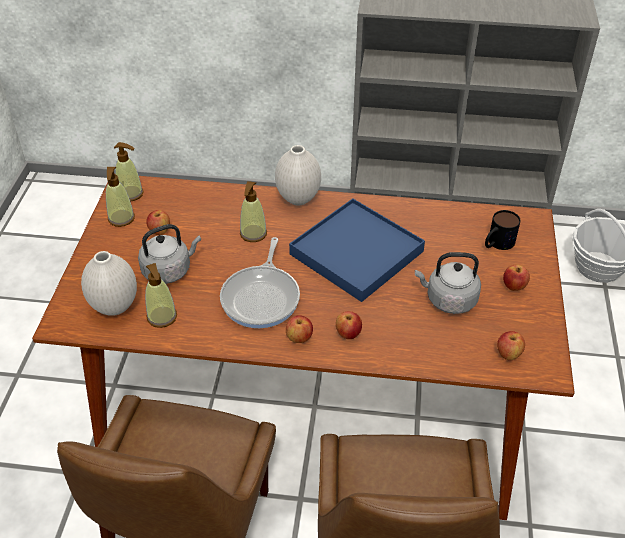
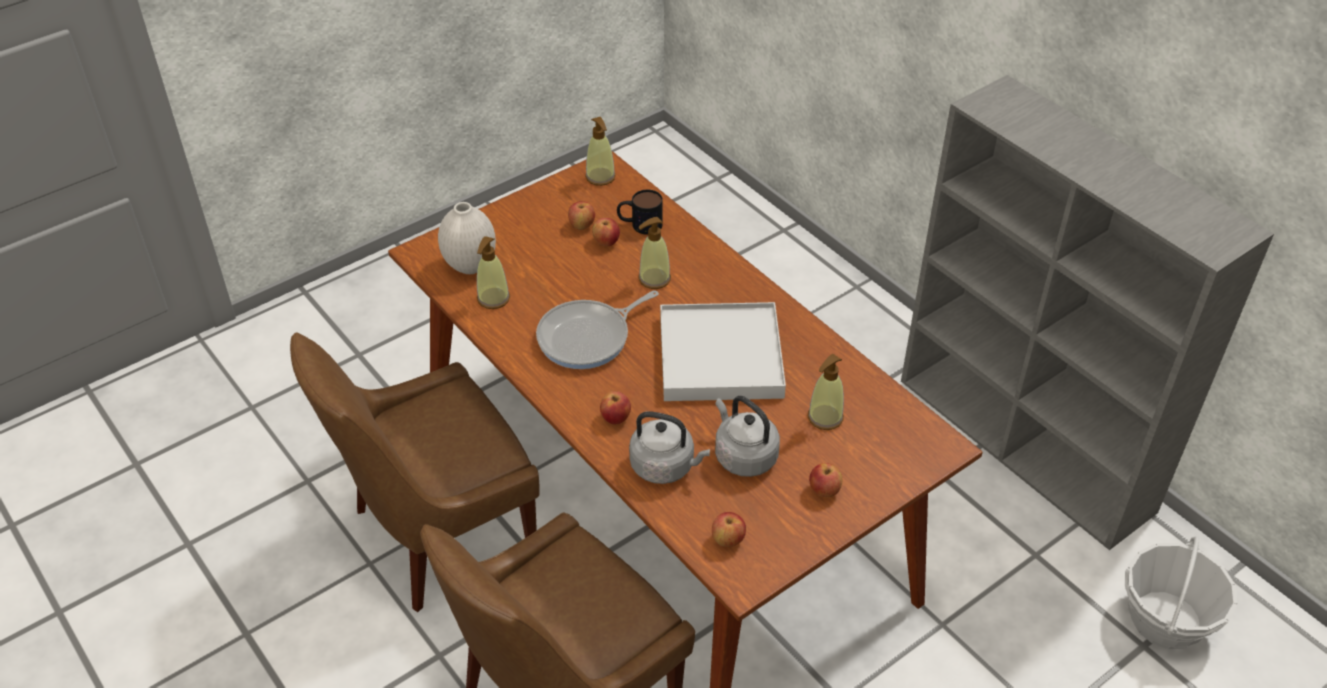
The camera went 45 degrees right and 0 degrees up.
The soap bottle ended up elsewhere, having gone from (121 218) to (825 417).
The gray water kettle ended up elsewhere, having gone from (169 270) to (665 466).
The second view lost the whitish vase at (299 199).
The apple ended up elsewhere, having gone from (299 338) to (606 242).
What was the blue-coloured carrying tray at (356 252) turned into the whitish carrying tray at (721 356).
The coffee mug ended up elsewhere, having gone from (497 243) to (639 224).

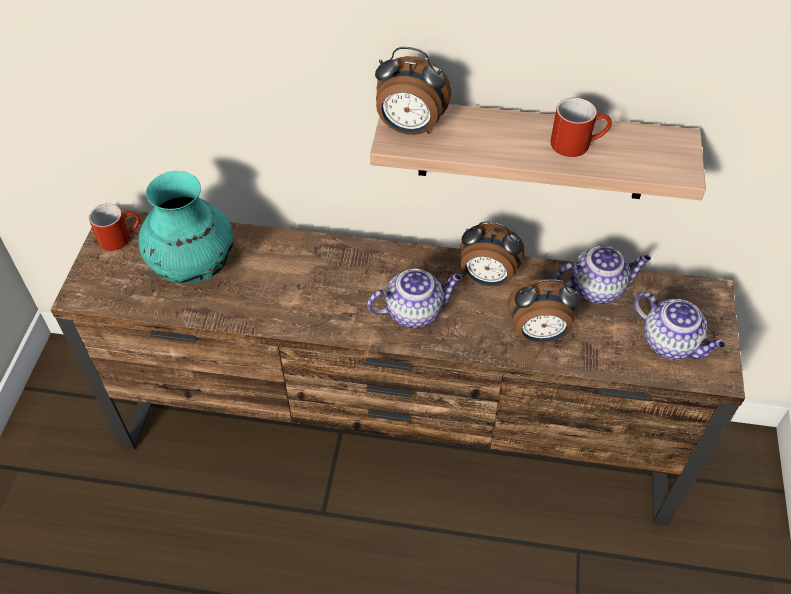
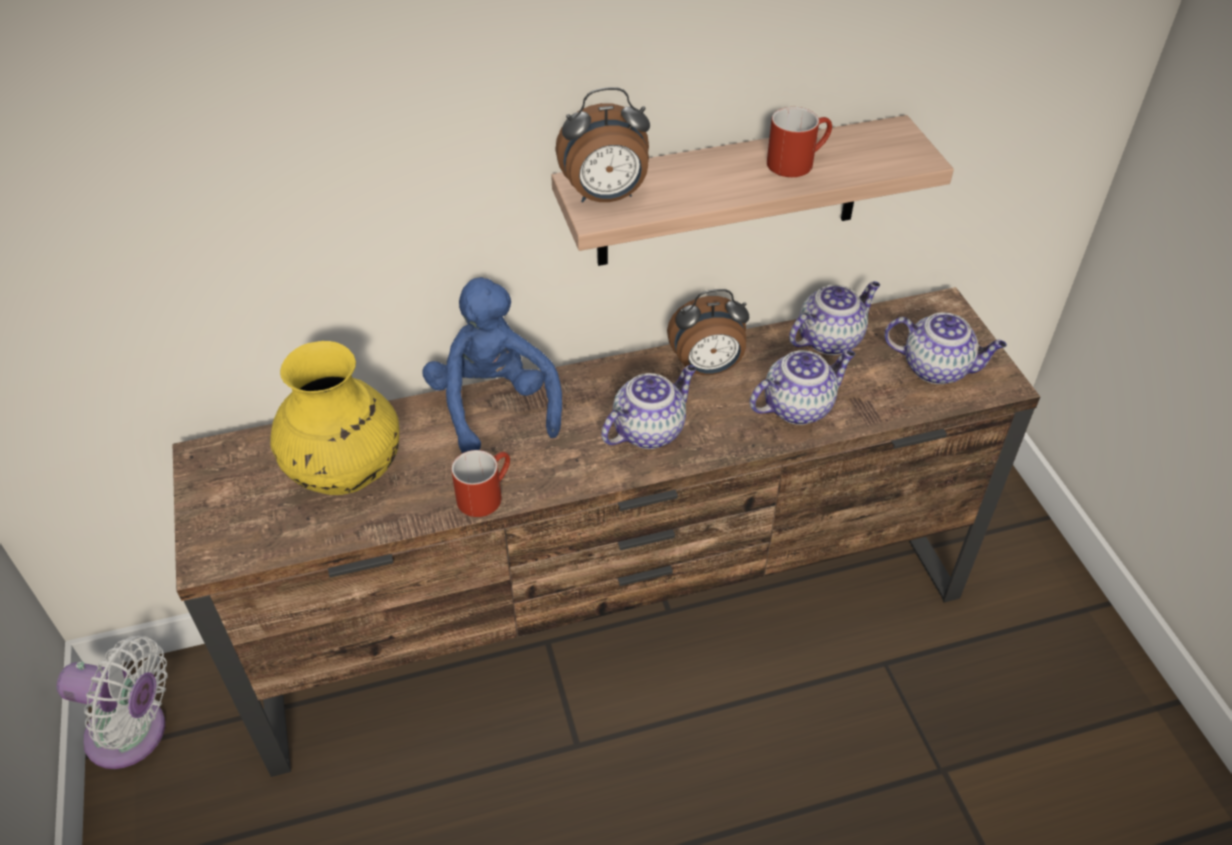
The camera went 25 degrees left and 5 degrees down.
The red-coloured coffee mug ended up elsewhere, having gone from (120 236) to (485 493).
What was the turquoise-coloured vase at (193 267) turned into the yellow vase at (345 473).
Where the alarm clock stood at (538 334), the tea pot came to stand at (798 406).
The second view gained the whitish cooling fan at (134 734).
The second view gained the blue-coloured cuddly toy at (494 405).

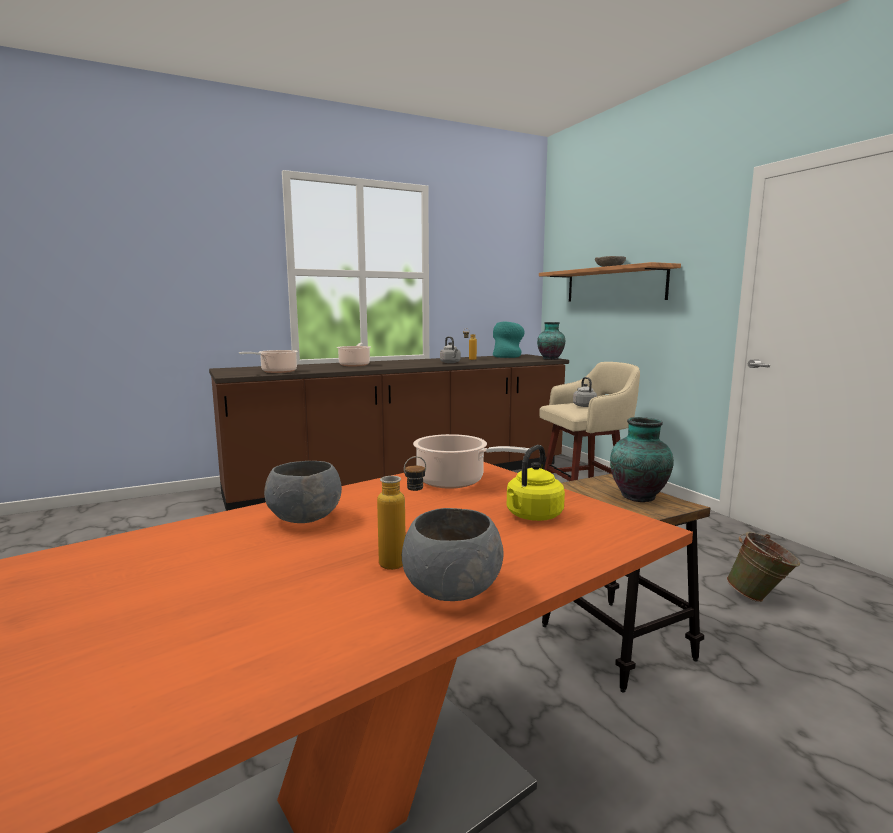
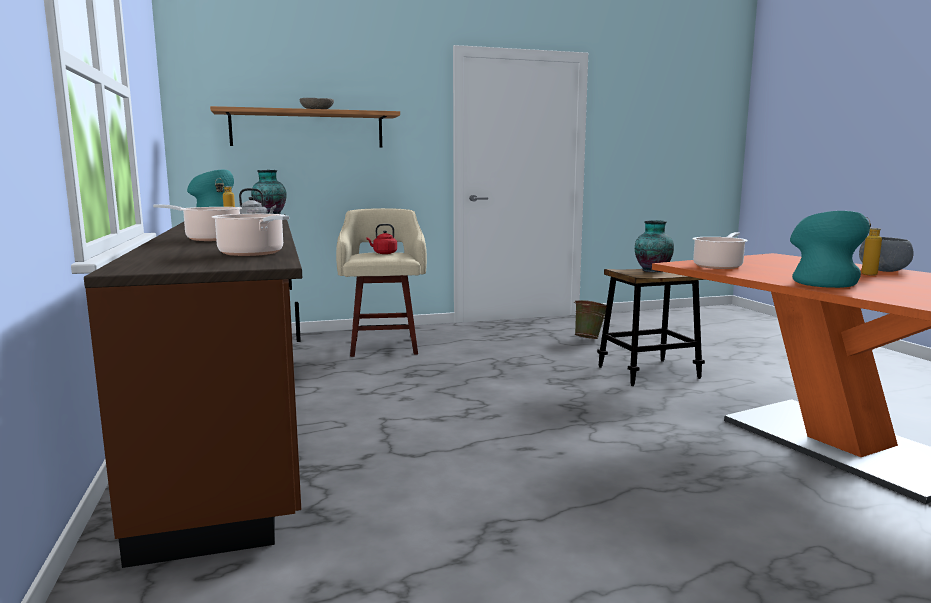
The camera went 80 degrees left and 0 degrees up.
Where the gray deep dish stood at (305 518), the turquoise-coloured vase came to stand at (822 282).
The second view lost the yellow water kettle at (532 516).
What was the gray water kettle at (583 405) turned into the red-coloured water kettle at (383 253).

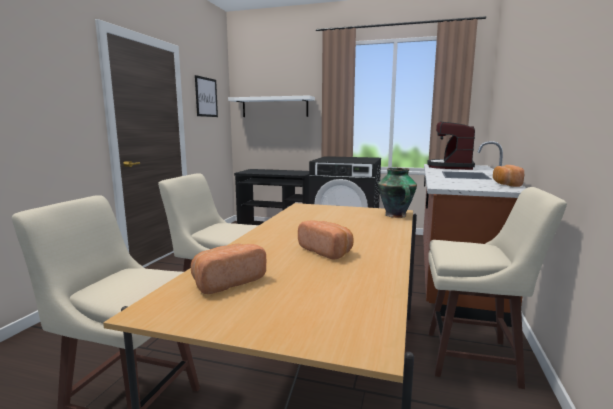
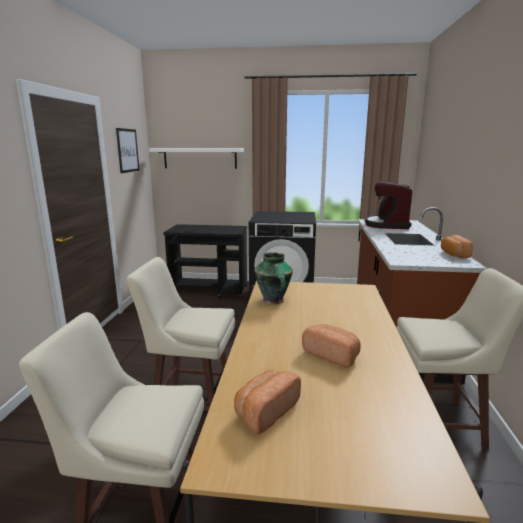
The camera went 10 degrees left and 5 degrees up.
The vase ended up elsewhere, having gone from (396 215) to (273 300).

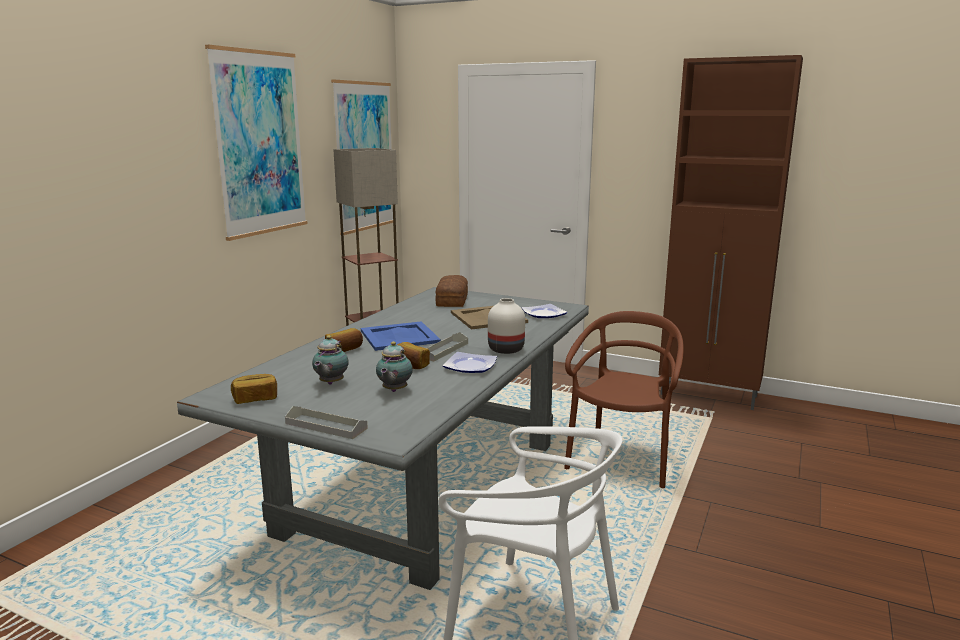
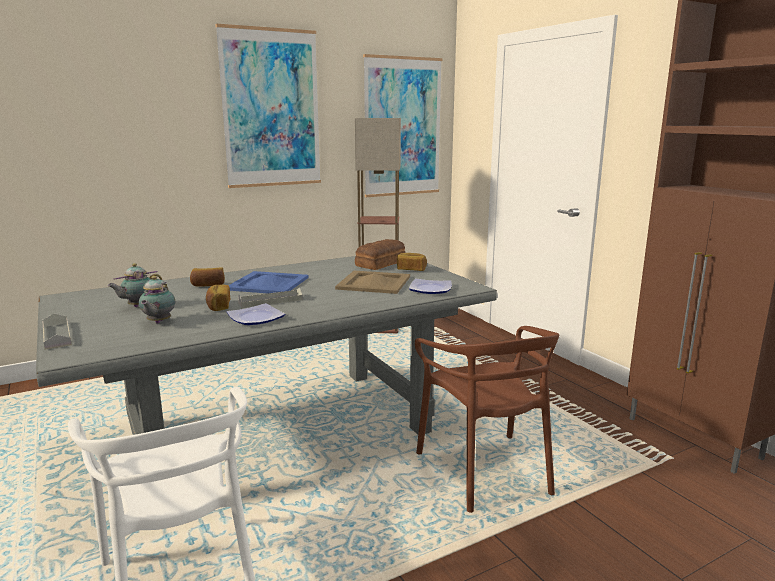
The camera went 35 degrees right and 0 degrees up.
The bread ended up elsewhere, having gone from (255 399) to (411 269).
The tea pot at (394 390) ended up facing another way, 45 degrees counterclockwise from before.
The second view lost the whitish vase at (505 349).
The brownish chair at (622 459) ended up facing another way, 105 degrees clockwise from before.

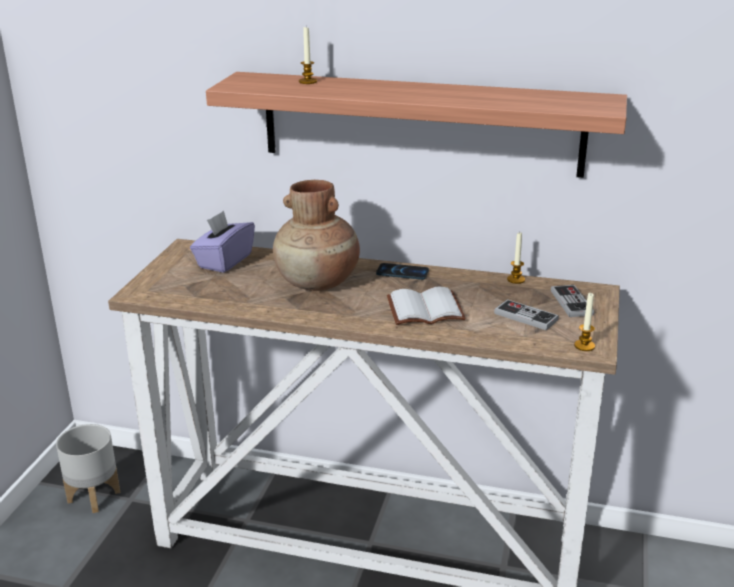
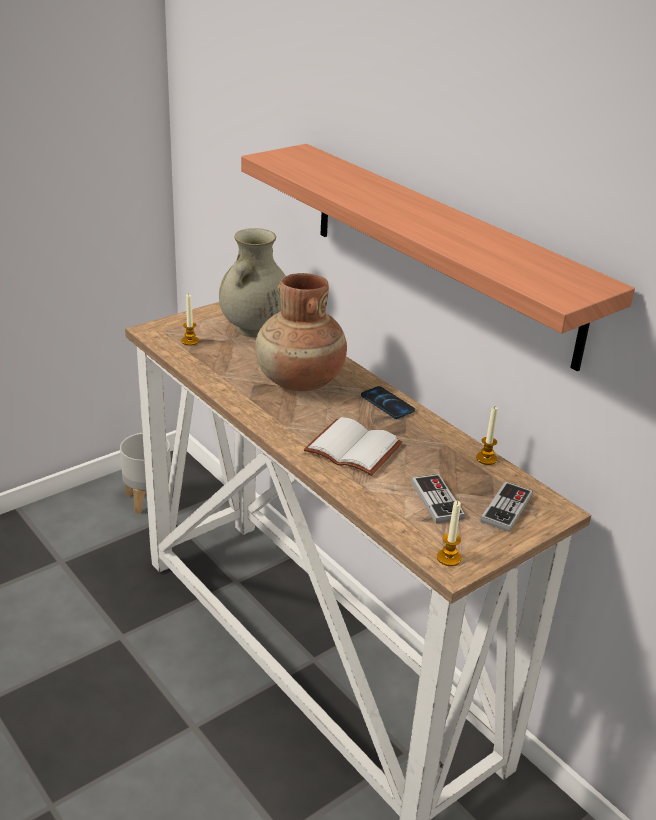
The camera went 35 degrees right and 5 degrees up.
Where the purple tissue box stood at (224 261), the sand-coloured vase came to stand at (254 329).
The wax light ended up elsewhere, having gone from (308 81) to (190 341).

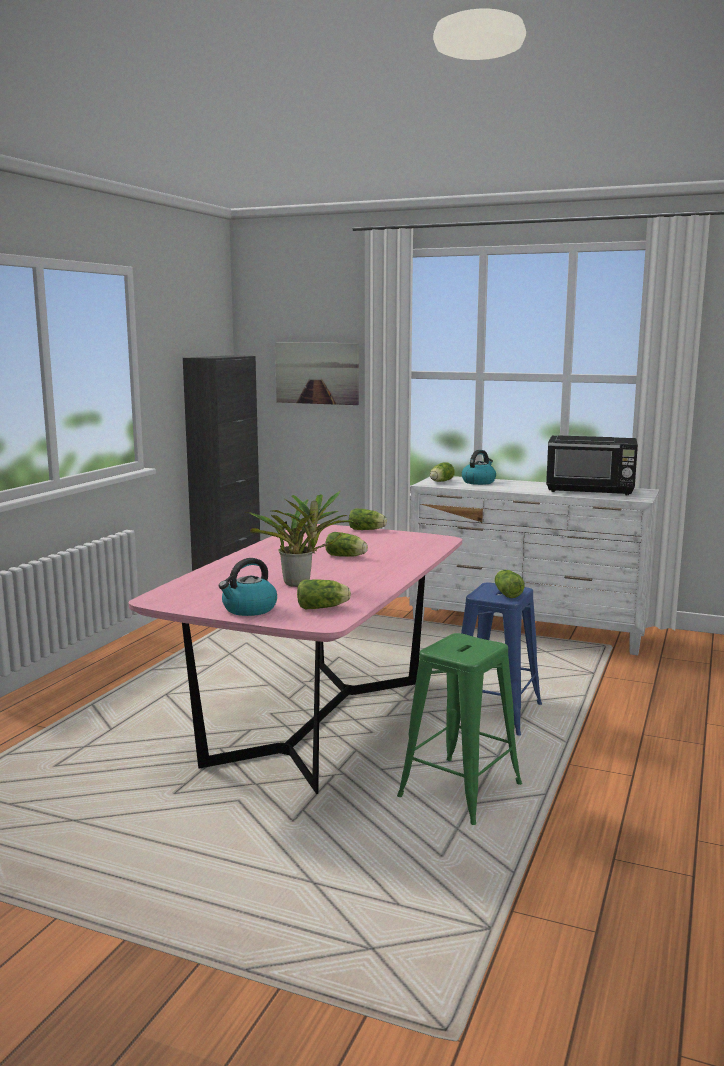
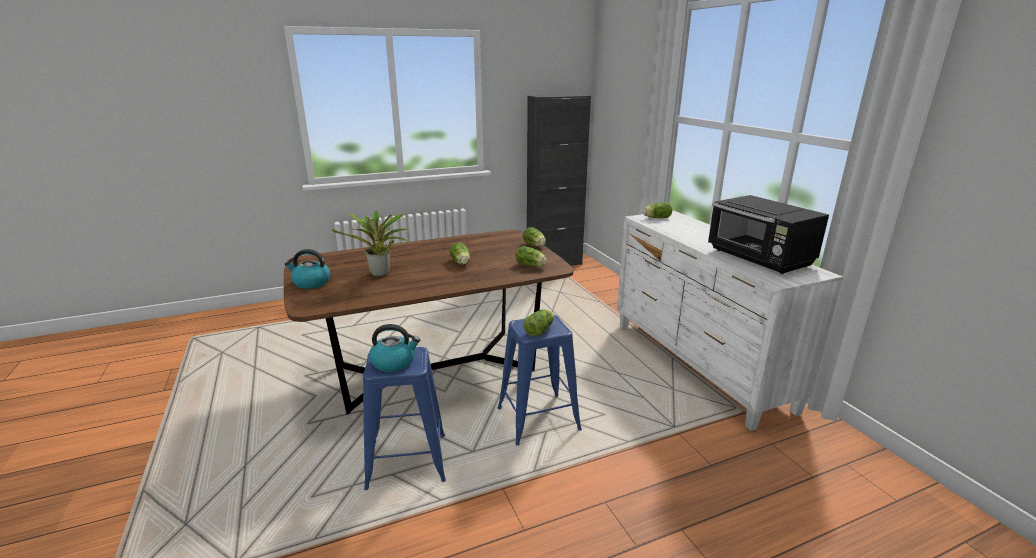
The camera went 45 degrees right and 10 degrees up.
What was the pink-coloured kitchen table at (318 722) turned into the brownish kitchen table at (435 369).
The second view lost the picture at (317 373).
The head of lettuce ended up elsewhere, having gone from (324 607) to (531 265).
What was the greenish sitting stool at (460 790) turned into the blue-coloured sitting stool at (408 461).
The water kettle ended up elsewhere, having gone from (478 482) to (394 362).

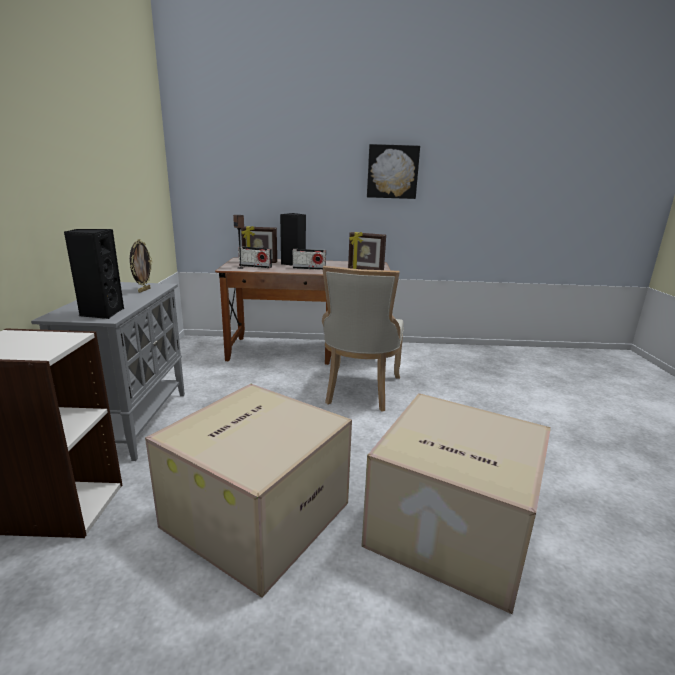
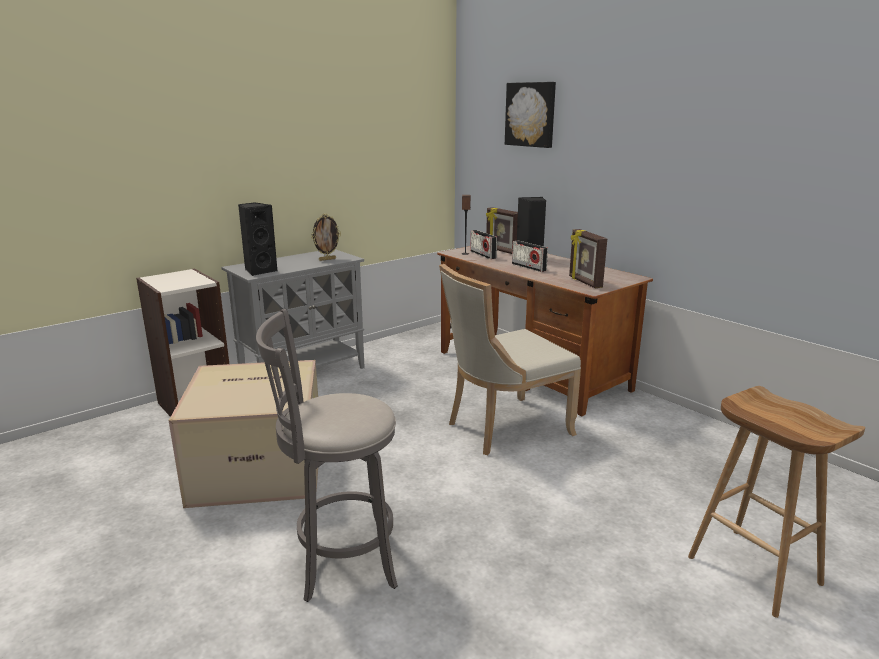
The camera went 50 degrees right and 0 degrees up.
Where the cardboard box stood at (448 528), the gray sitting stool came to stand at (340 560).
The picture ended up elsewhere, having gone from (392 172) to (531 114).
The second view gained the brownish sitting stool at (751 569).

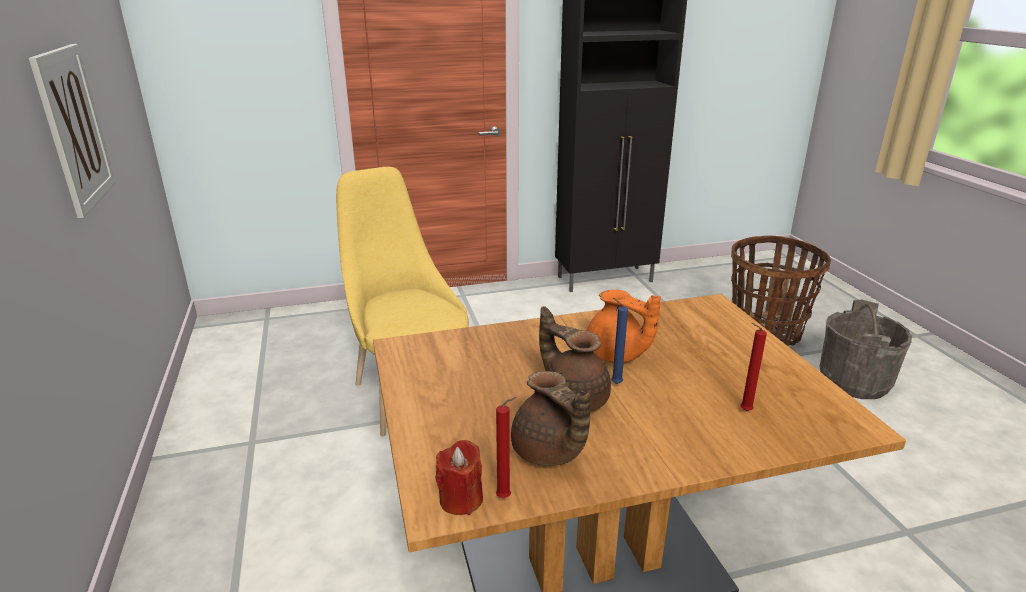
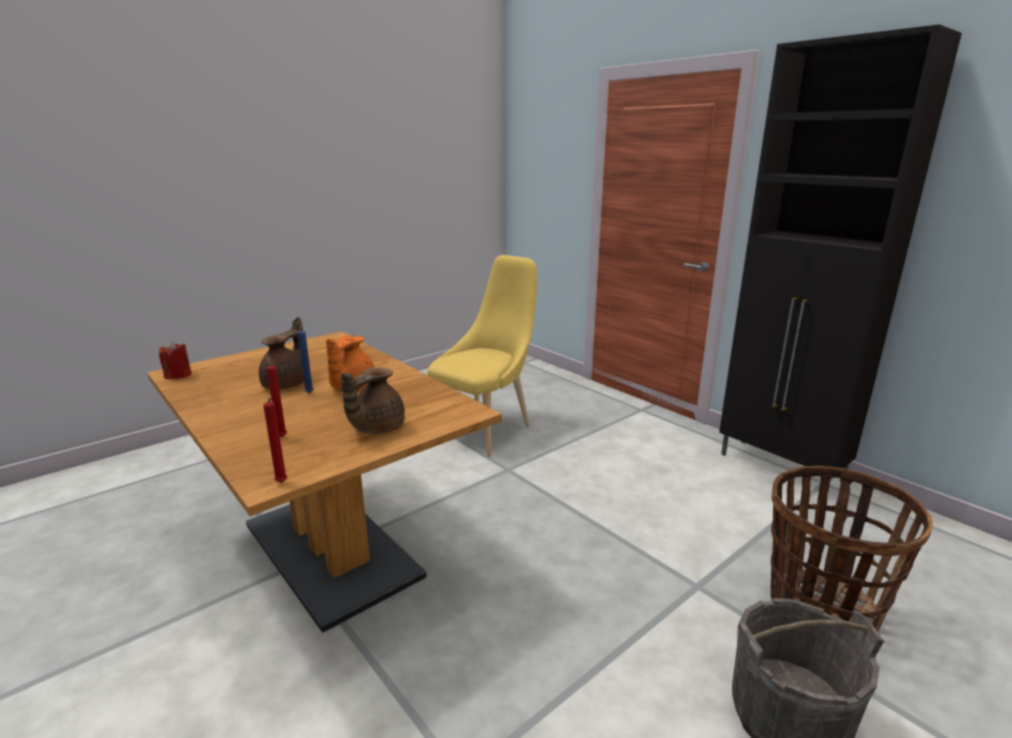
The camera went 65 degrees right and 5 degrees down.
The second view lost the picture at (74 128).
The red-coloured wax light ended up elsewhere, having gone from (506 497) to (281 483).
The brownish tea pot ended up elsewhere, having gone from (549 453) to (375 428).

